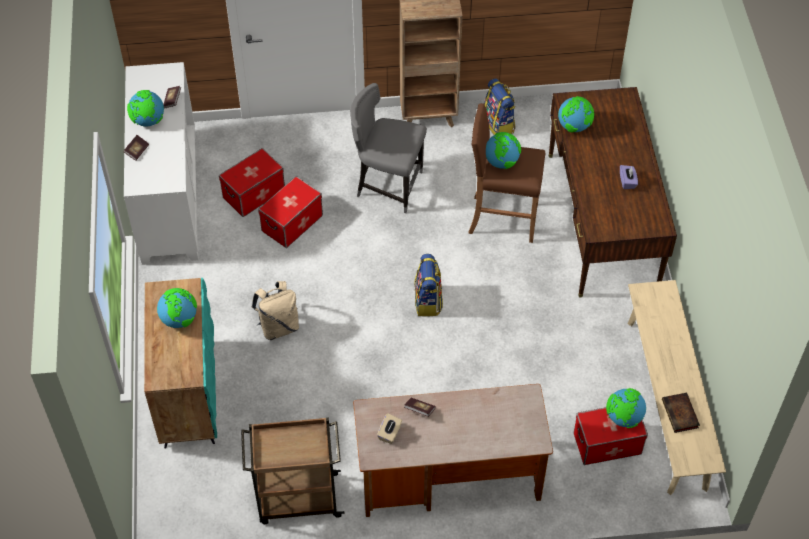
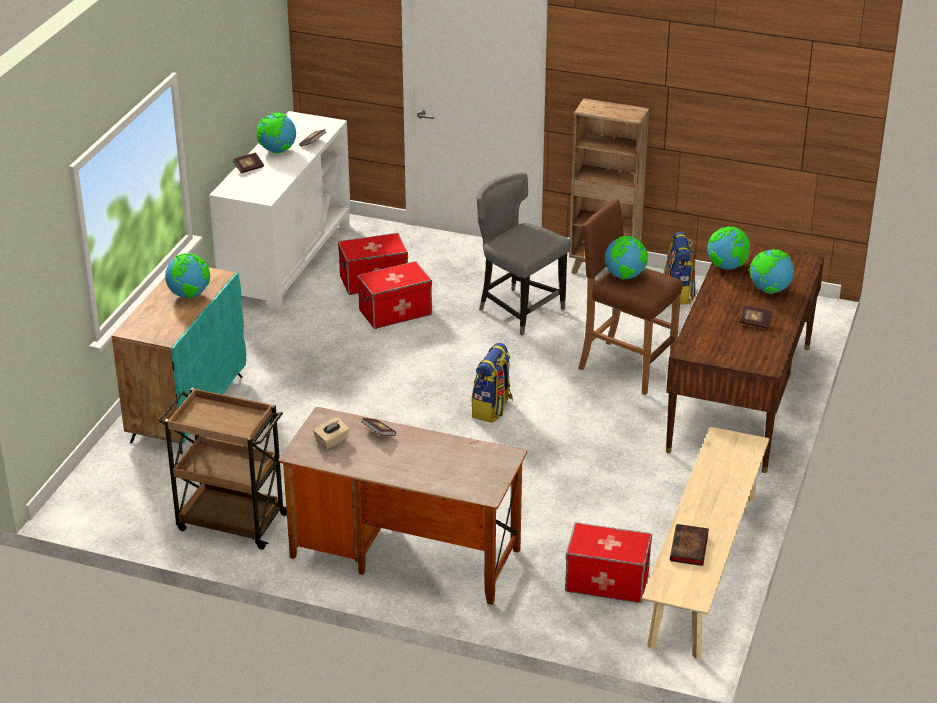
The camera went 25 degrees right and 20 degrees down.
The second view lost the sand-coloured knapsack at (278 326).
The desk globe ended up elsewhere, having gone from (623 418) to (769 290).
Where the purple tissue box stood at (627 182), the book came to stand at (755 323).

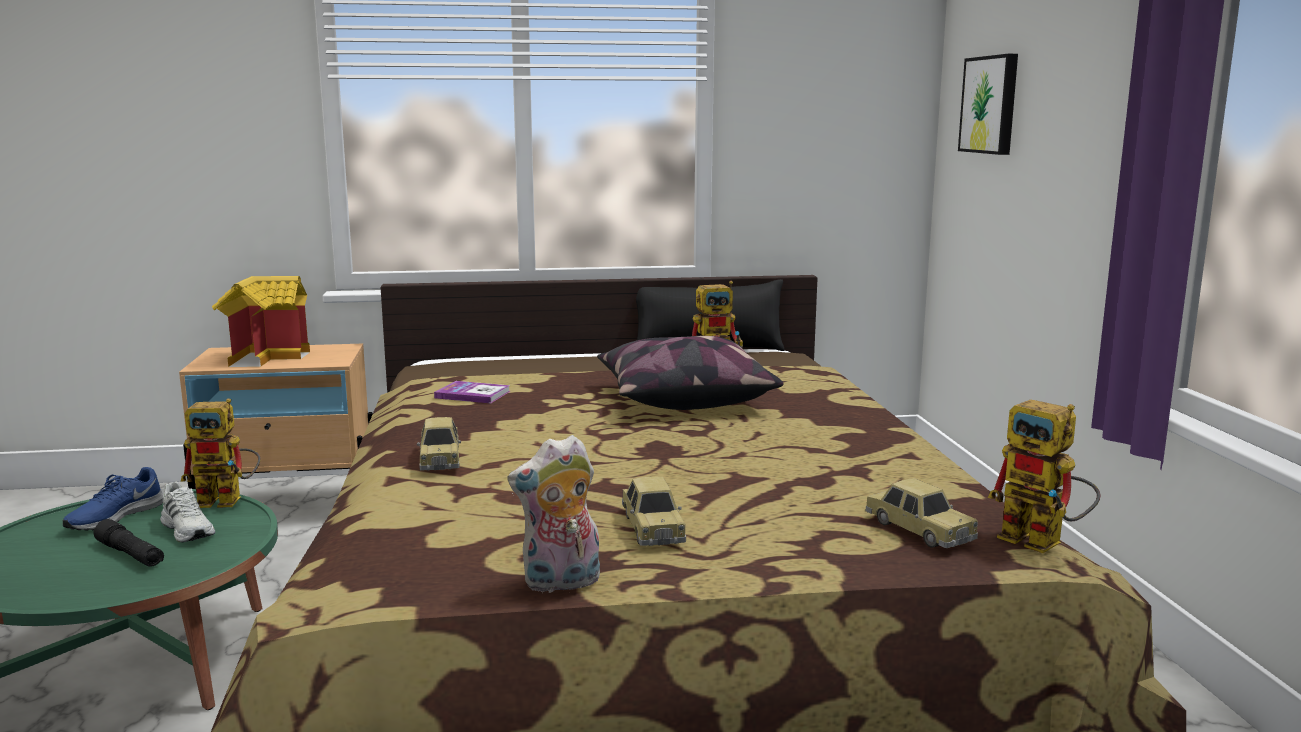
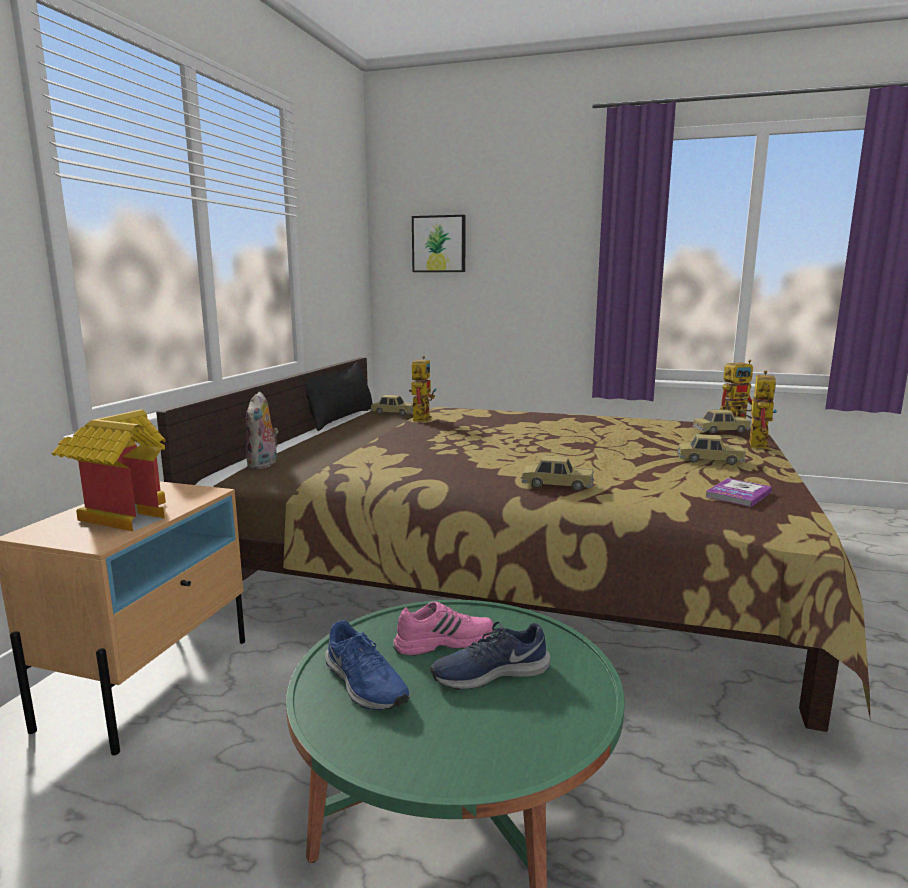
The camera went 65 degrees left and 0 degrees up.
Where the black-coloured hand torch stood at (130 554), the blue-coloured shoe came to stand at (489 672).
What was the whitish shoe at (188 529) turned into the pink-coloured shoe at (443 642).
The robot figure ended up elsewhere, having gone from (229 500) to (755 443).
The book ended up elsewhere, having gone from (472 394) to (738 494).
The cuddly toy ended up elsewhere, having gone from (561 583) to (263 465).
The second view lost the throw pillow at (683 398).
The second view gained the model car at (393 413).

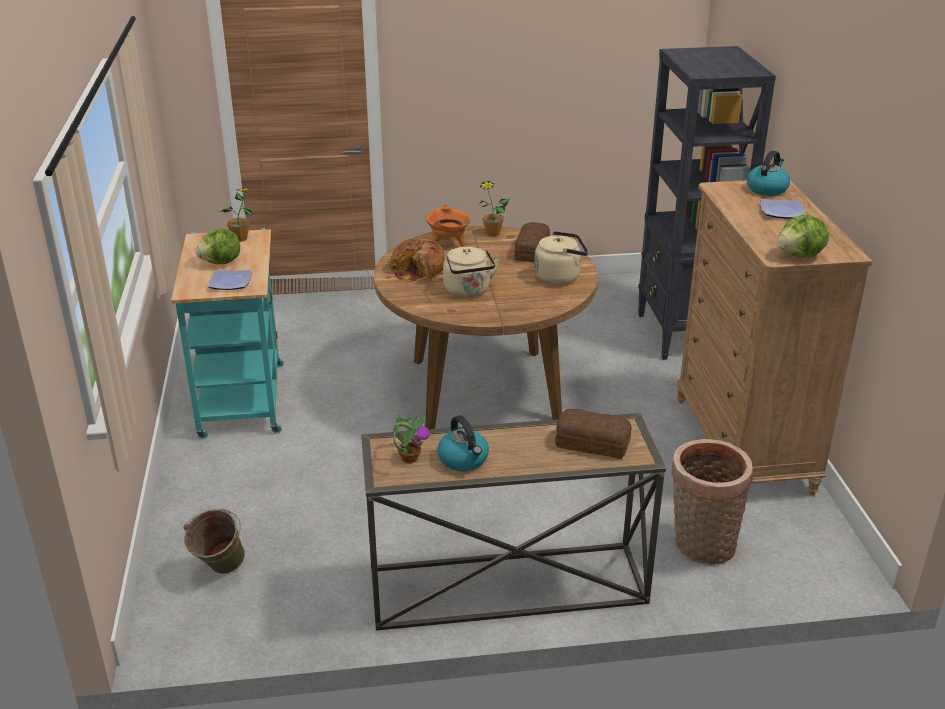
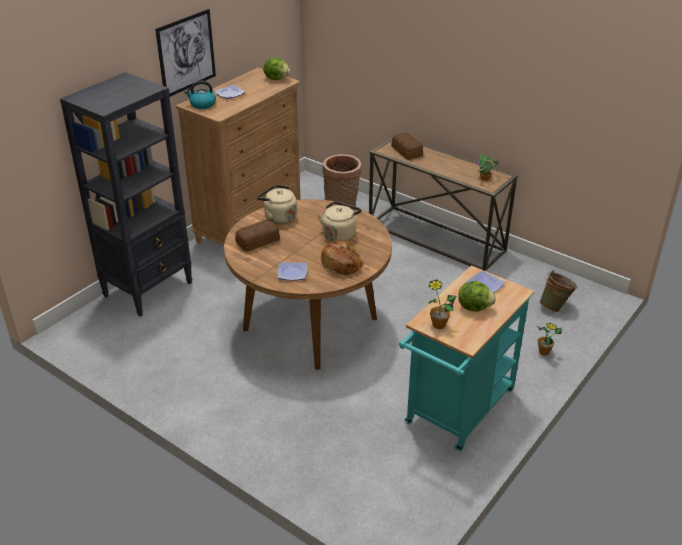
The camera went 135 degrees left and 5 degrees up.
Where the orange stockpot stood at (449 245), the plate came to stand at (293 273).
The second view lost the water kettle at (464 460).
The potted plant ended up elsewhere, having gone from (492 233) to (544 352).
The second view gained the picture at (186 53).

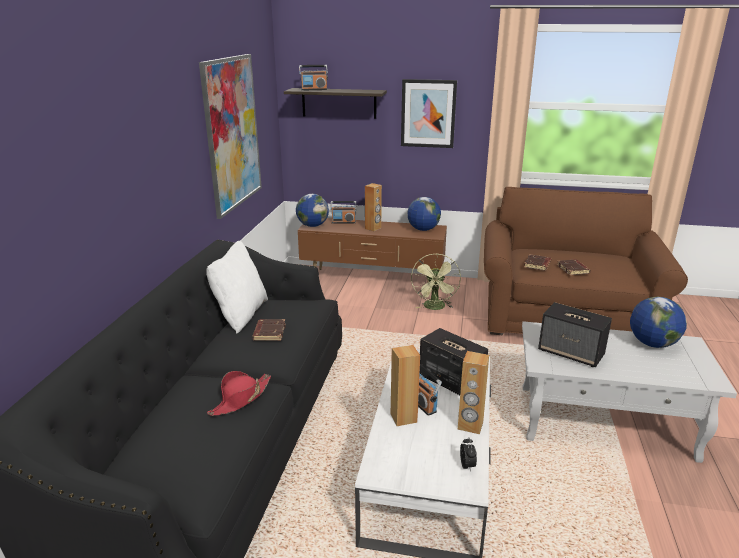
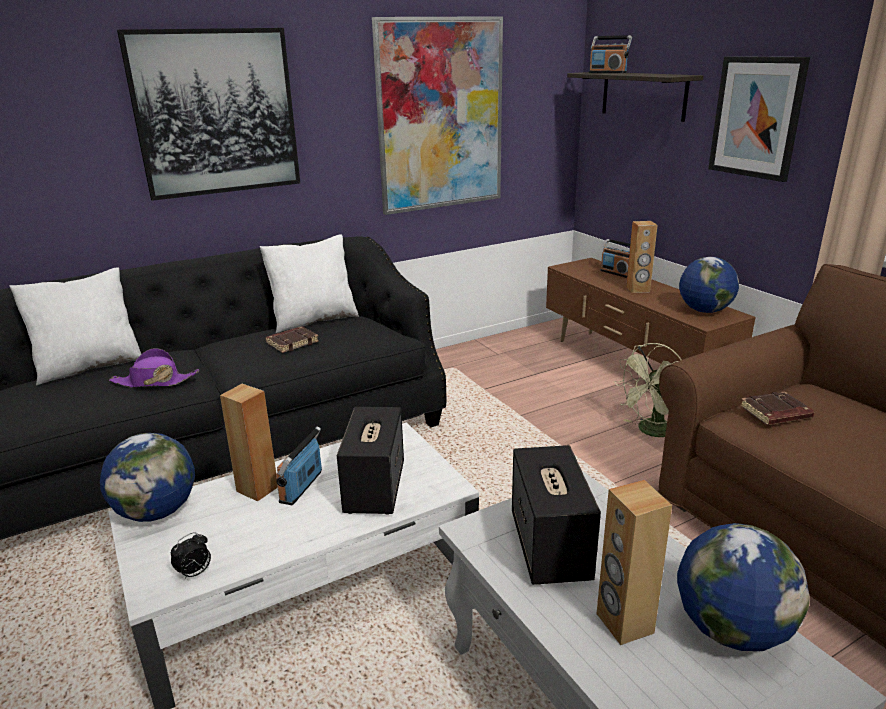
The camera went 50 degrees right and 0 degrees up.
What was the red-coloured wearable hat at (240 399) turned into the purple wearable hat at (155 381).
The desk globe ended up elsewhere, having gone from (312 226) to (157 512).
The brownish loudspeaker ended up elsewhere, having gone from (470 426) to (624 623).
The second view lost the brownish book at (573 270).
The second view gained the whitish throw pillow at (90 366).
The second view gained the picture at (216 113).

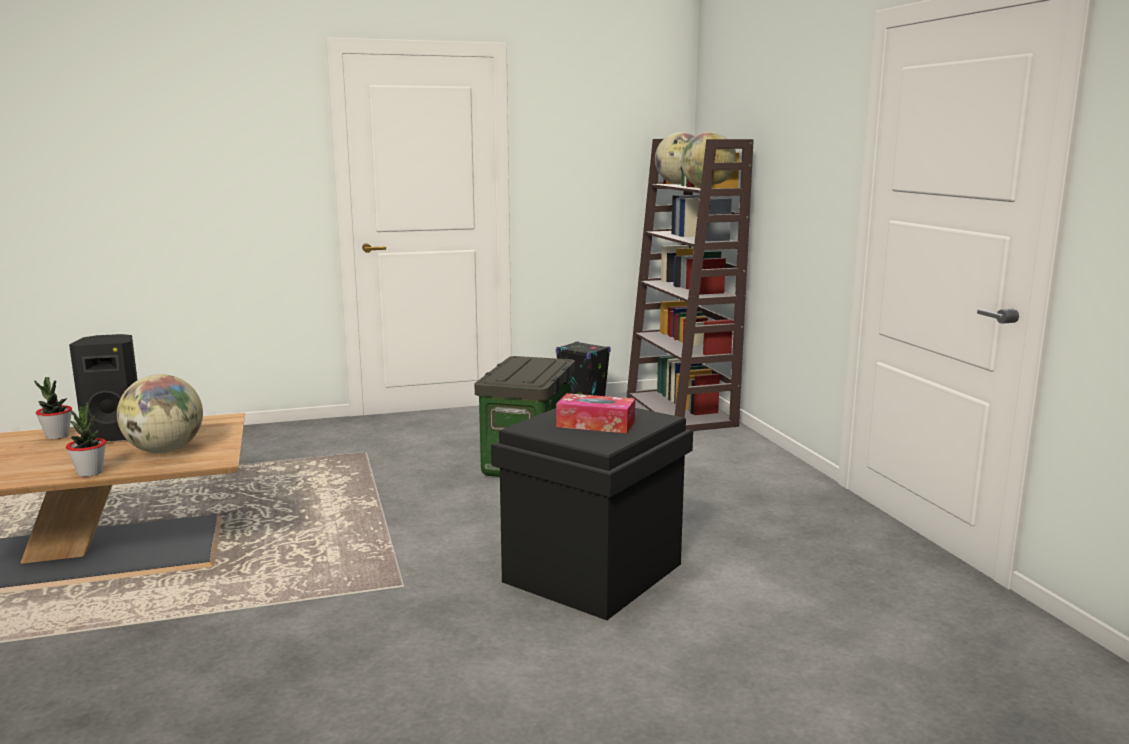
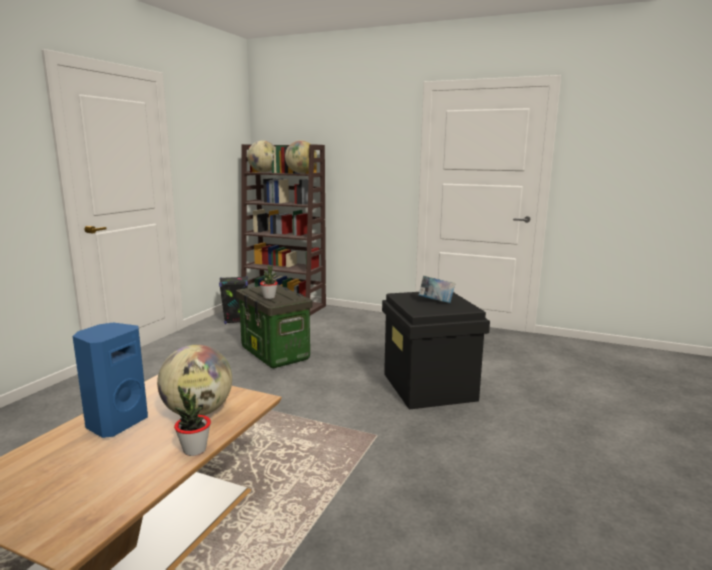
The camera went 50 degrees left and 0 degrees up.
The potted plant ended up elsewhere, having gone from (57 436) to (269 297).
What was the black-coloured loudspeaker at (116 436) turned into the blue-coloured loudspeaker at (116 423).
Where the tissue box stood at (595 424), the book came to stand at (436 302).

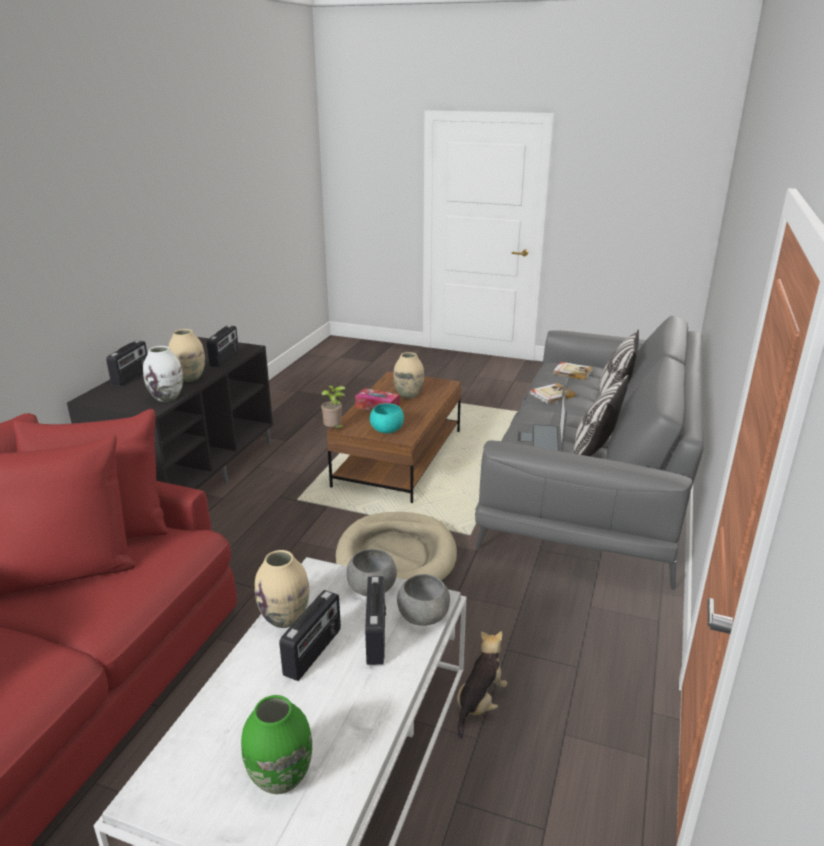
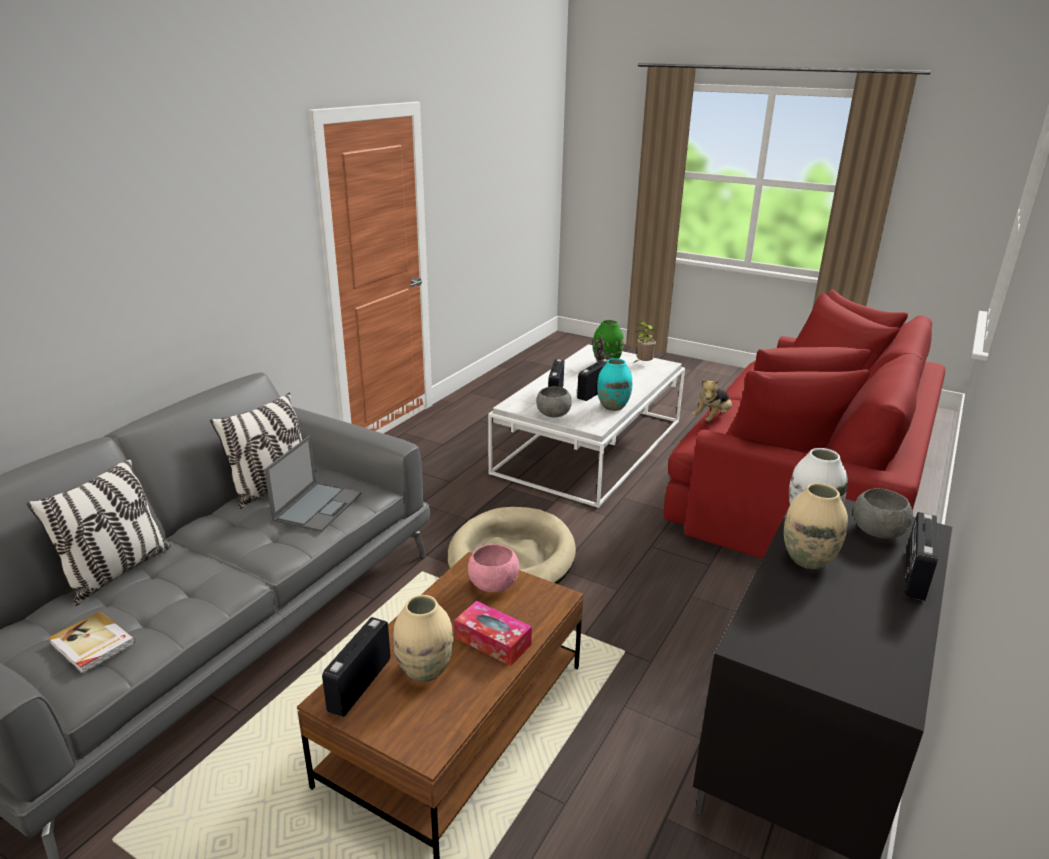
The camera went 170 degrees left and 0 degrees up.
The radio set ended up elsewhere, having gone from (225 359) to (359 684).
What was the sand-coloured vase at (285 618) turned into the turquoise-coloured vase at (612 407).
The potted plant ended up elsewhere, having gone from (334 430) to (643 364).
What was the turquoise-coloured deep dish at (386 430) turned into the pink-coloured deep dish at (494 584).
The gray deep dish ended up elsewhere, having gone from (423 616) to (877 531).
The cuddly toy ended up elsewhere, having gone from (479 703) to (712 418).
The second view lost the book at (551 395).

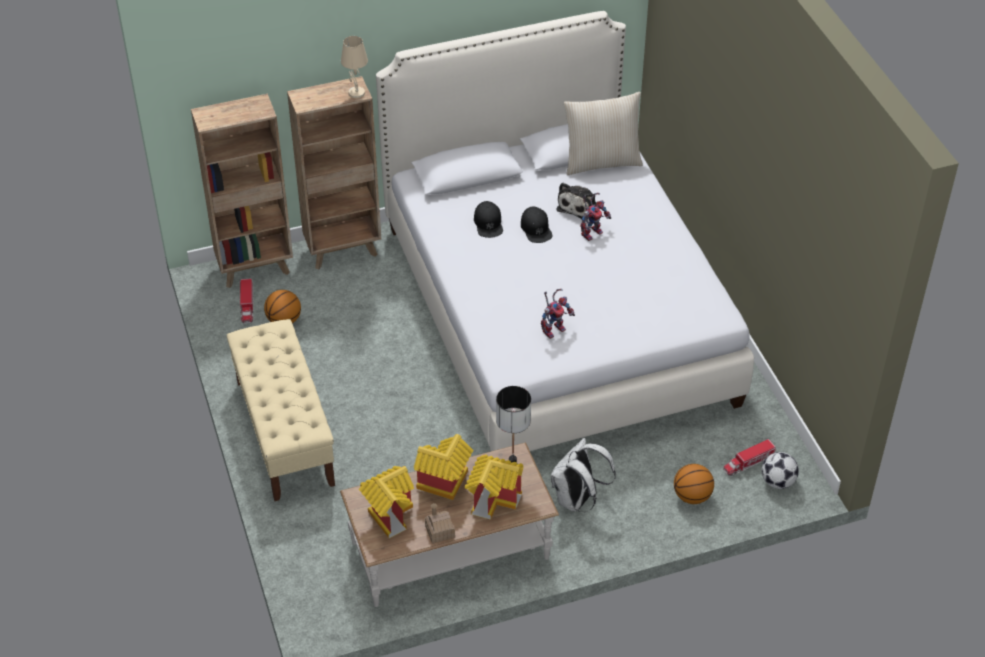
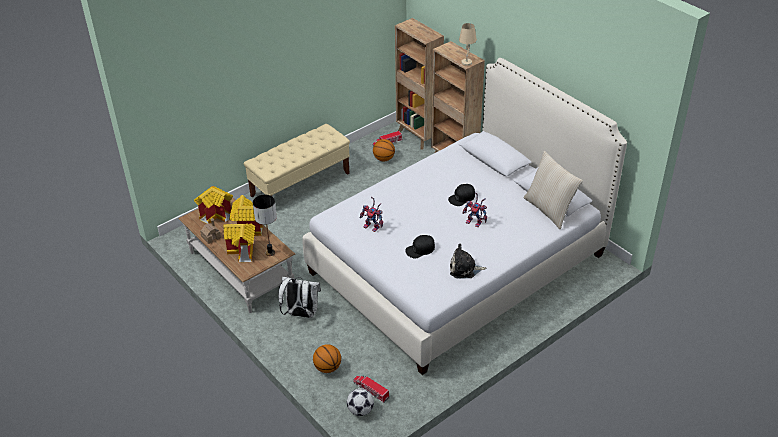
The camera went 70 degrees right and 5 degrees down.
The black-coloured peaked cap ended up elsewhere, having gone from (488 223) to (420 249).
The cuddly toy ended up elsewhere, having gone from (578 206) to (464 269).

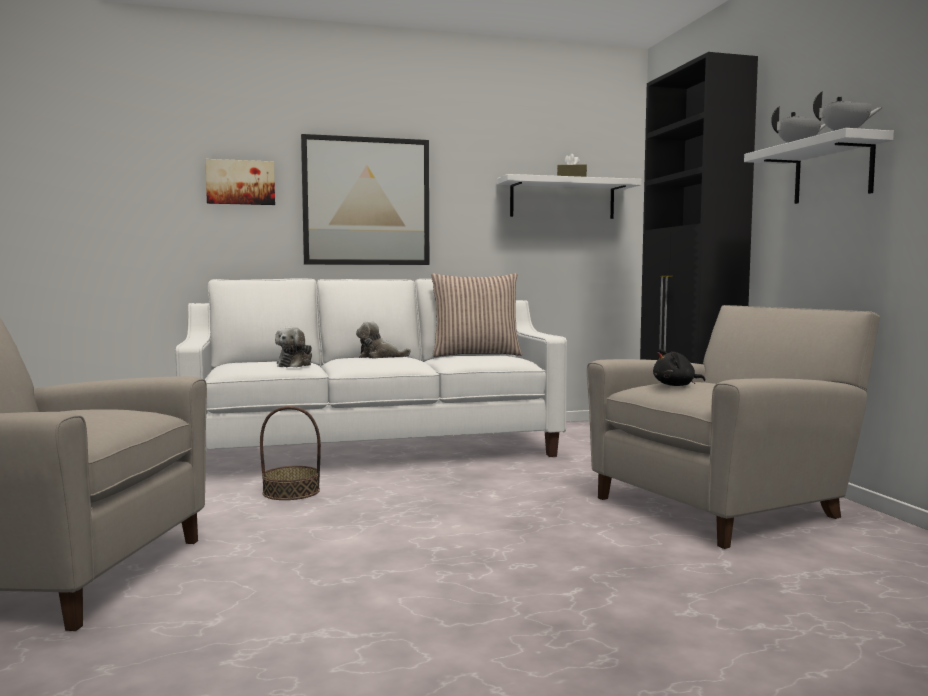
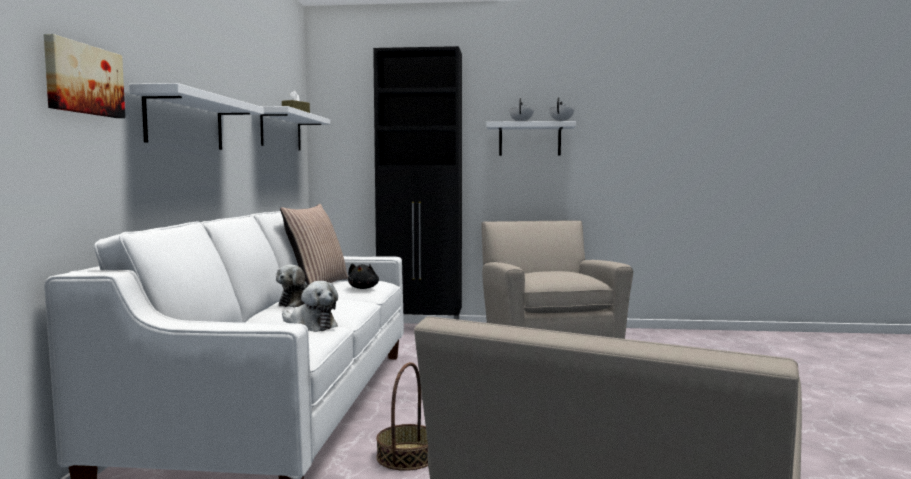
The camera went 70 degrees left and 0 degrees up.
Where the picture hung at (366 202), the whitish bracket shelf came to hang at (185 122).
The black-coloured cuddly toy ended up elsewhere, having gone from (676 385) to (363 288).

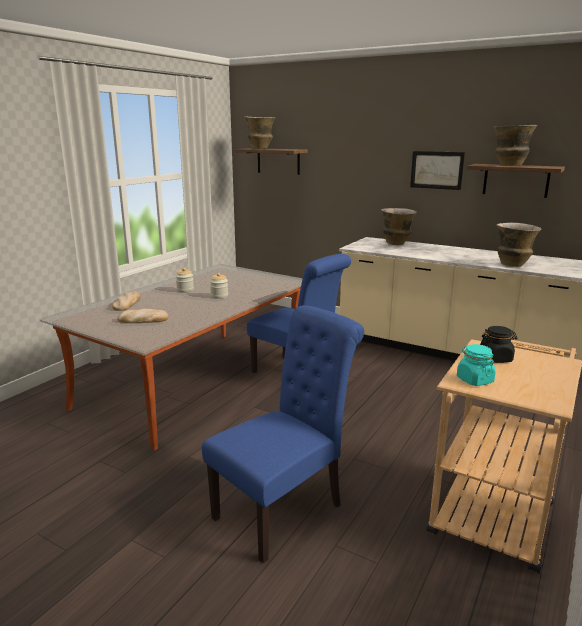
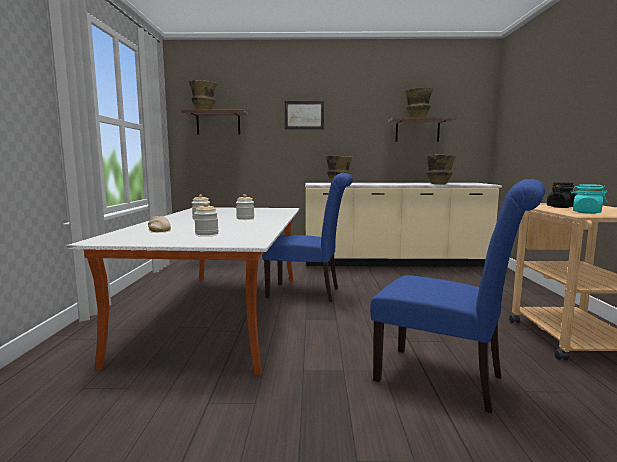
The camera went 30 degrees left and 10 degrees down.
Where the bread stood at (143 320), the jar came to stand at (206 233).
The blue-coloured chair at (285 508) ended up facing another way, 105 degrees clockwise from before.
The picture ended up elsewhere, having gone from (436 170) to (304 115).

